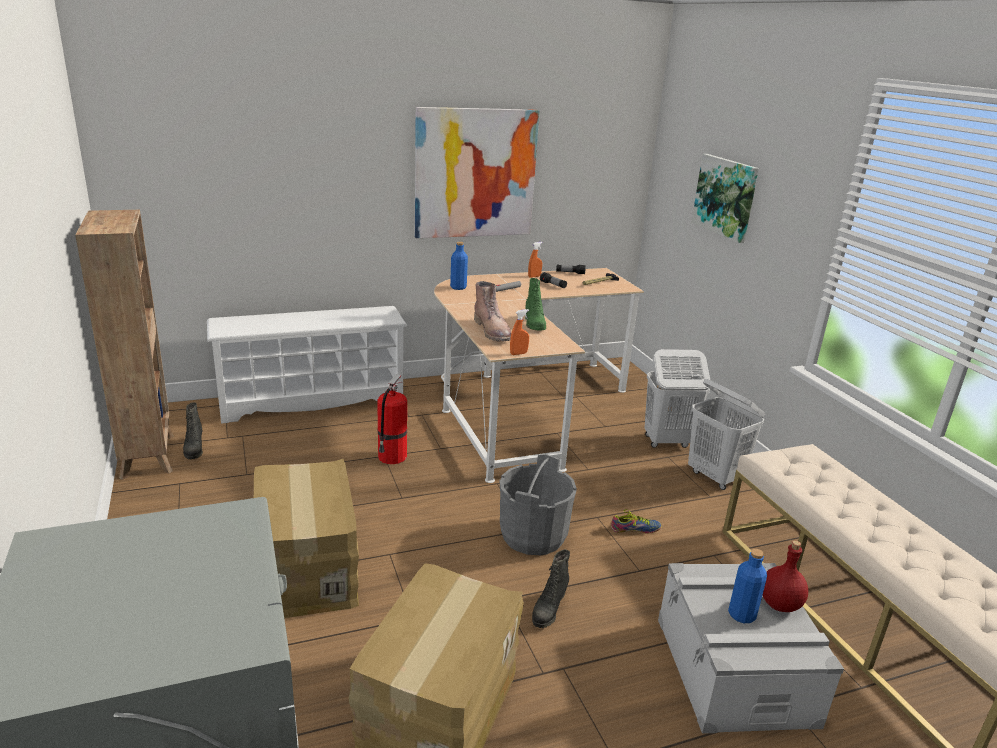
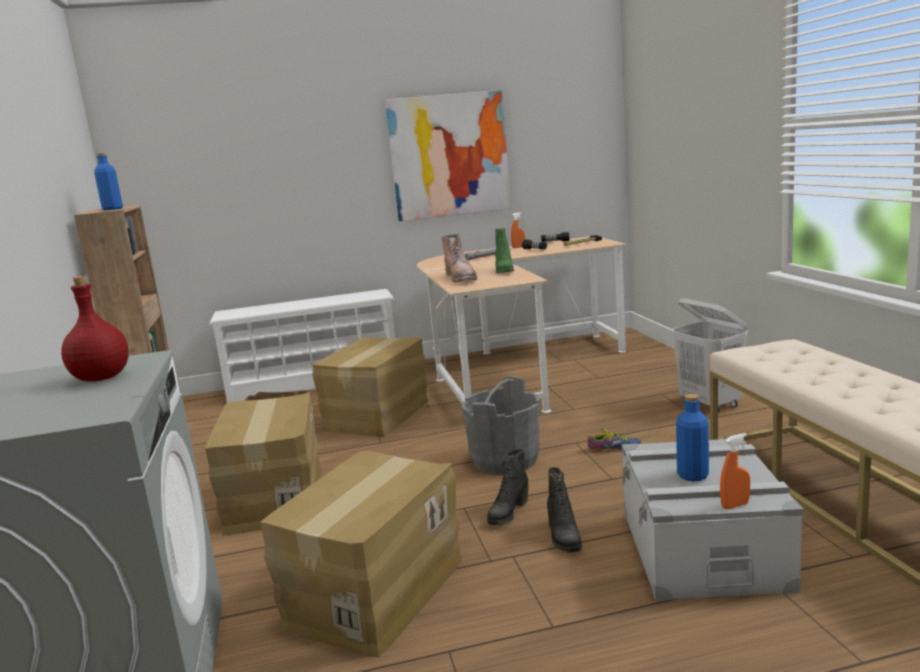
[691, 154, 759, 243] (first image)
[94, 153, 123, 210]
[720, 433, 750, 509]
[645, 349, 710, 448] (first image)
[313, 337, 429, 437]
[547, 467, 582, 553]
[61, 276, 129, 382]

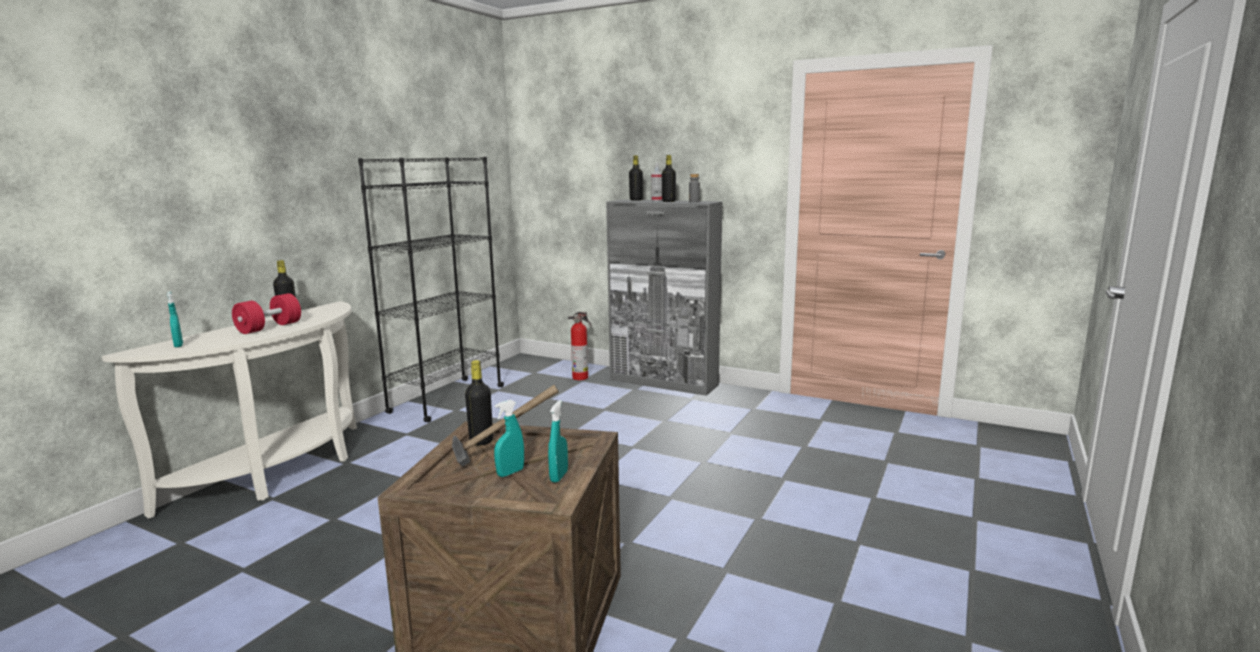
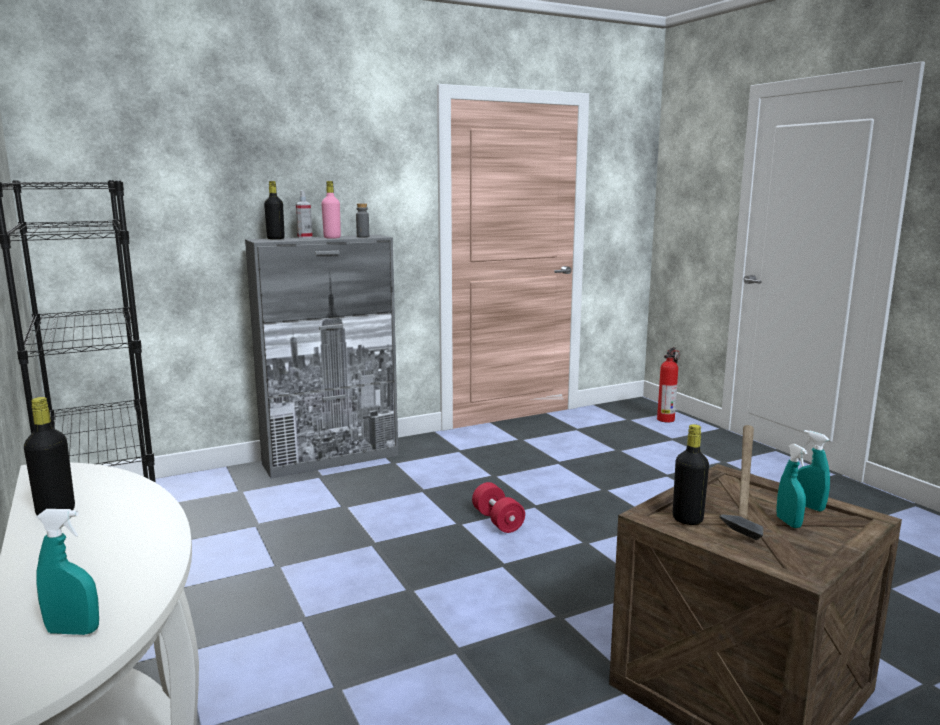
[321, 181, 341, 239]
[472, 482, 525, 533]
[657, 347, 680, 423]

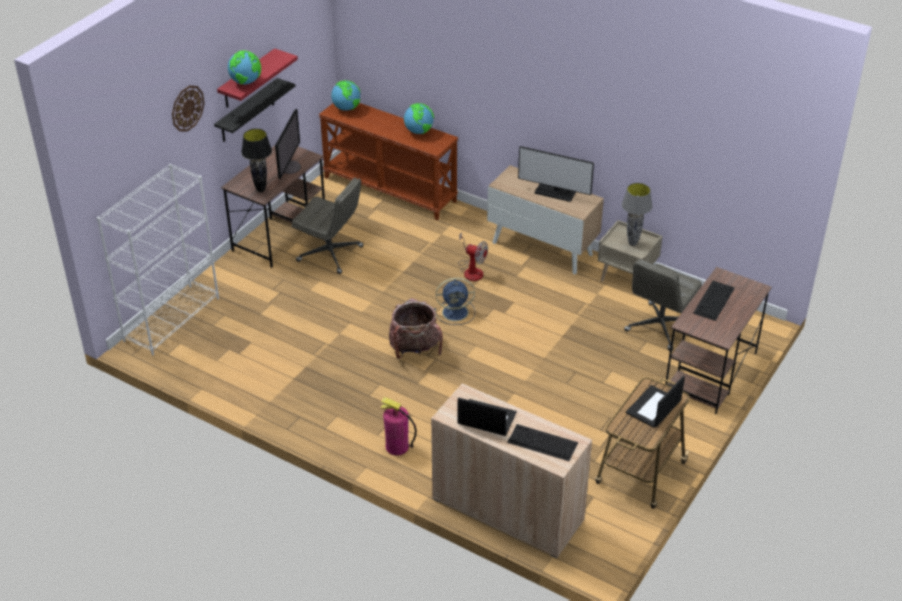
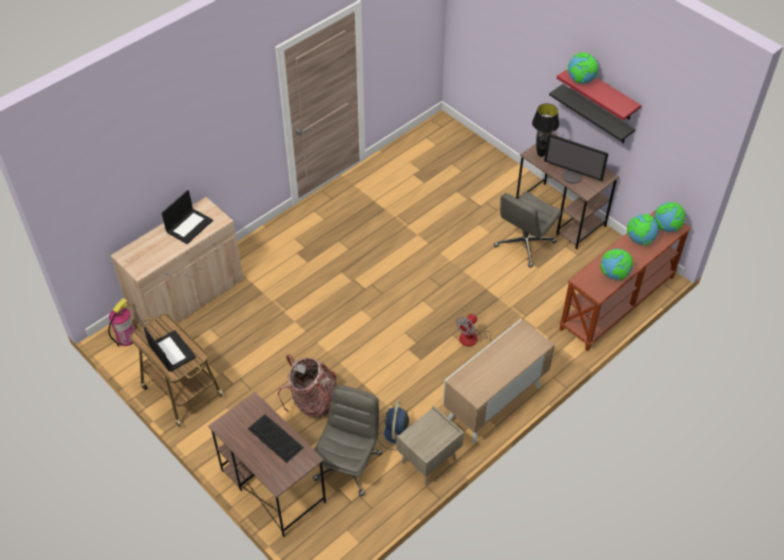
[172, 85, 205, 131] (first image)
[518, 146, 594, 202] (first image)
[97, 164, 219, 356] (first image)
[622, 183, 652, 246] (first image)
[313, 385, 382, 496]
[378, 400, 411, 450]
[278, 354, 337, 417]
[108, 298, 135, 347]
[507, 424, 578, 461] (first image)
[627, 214, 658, 245]

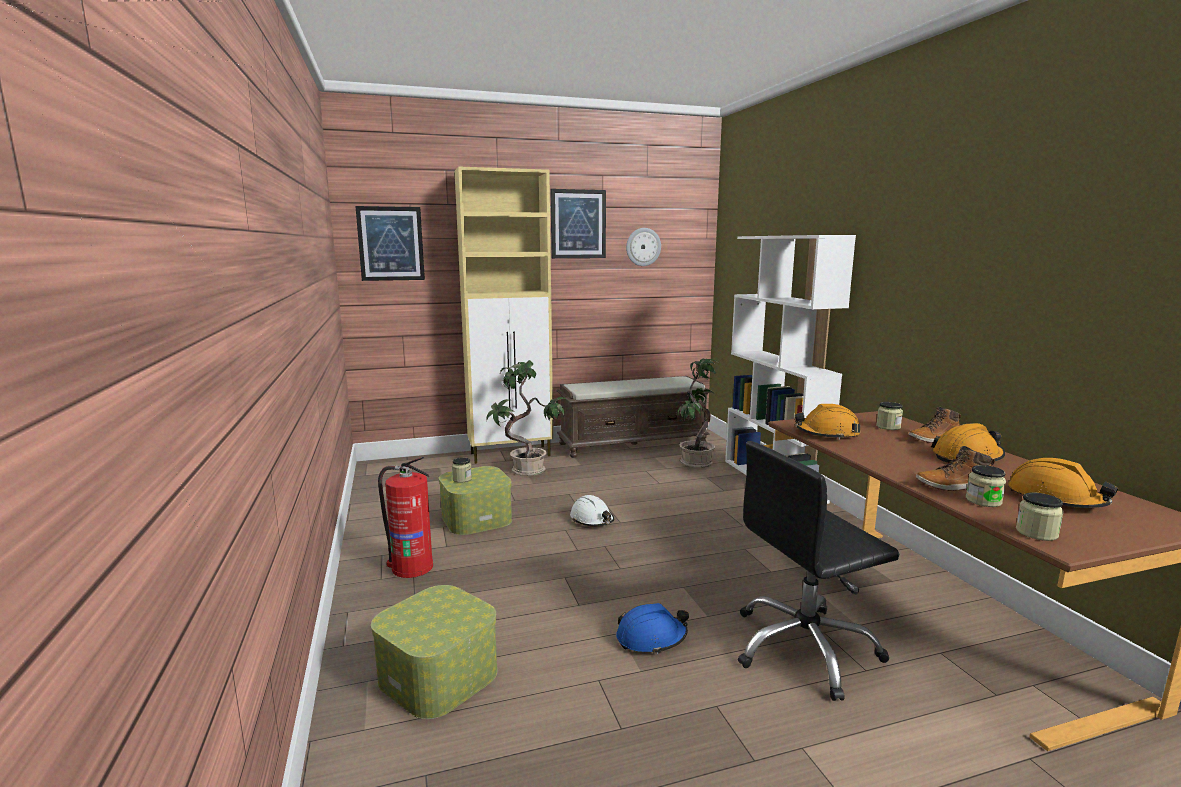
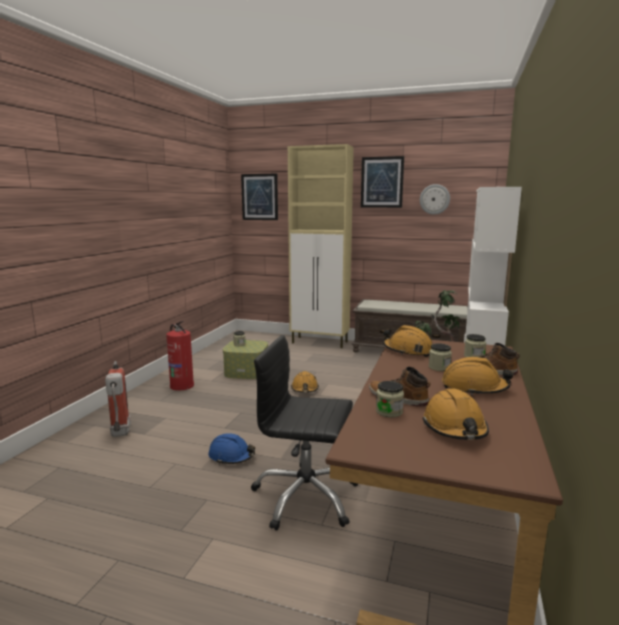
[487, 360, 569, 476] (first image)
[429, 343, 452, 371]
[291, 371, 319, 393]
[105, 361, 131, 437]

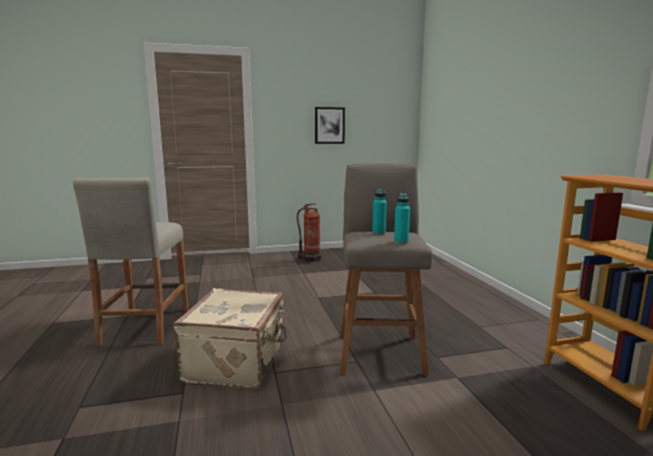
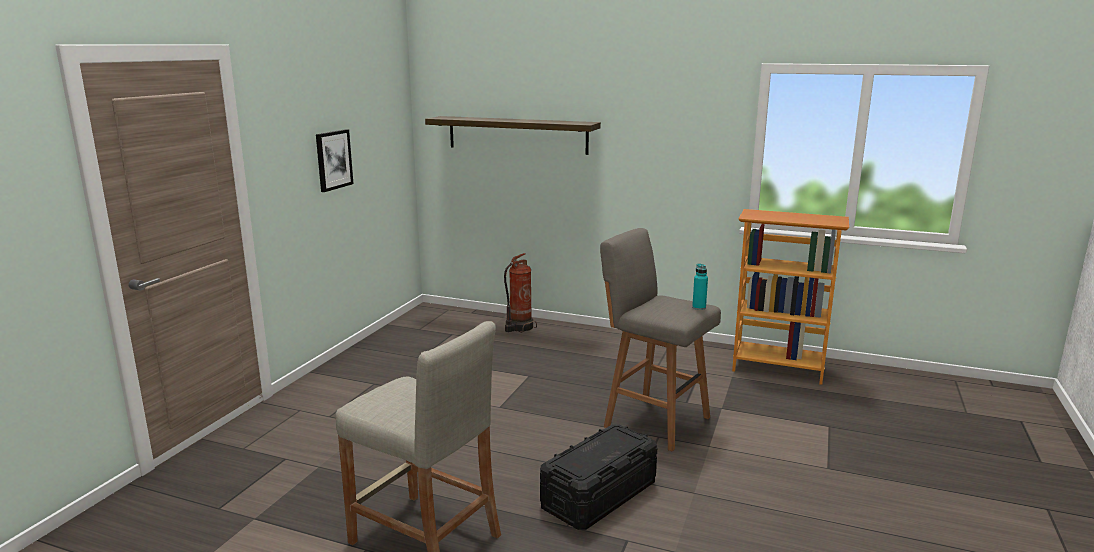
[372, 189, 387, 235] (first image)
[504, 253, 537, 333]
[540, 424, 657, 530]
[425, 116, 601, 155]

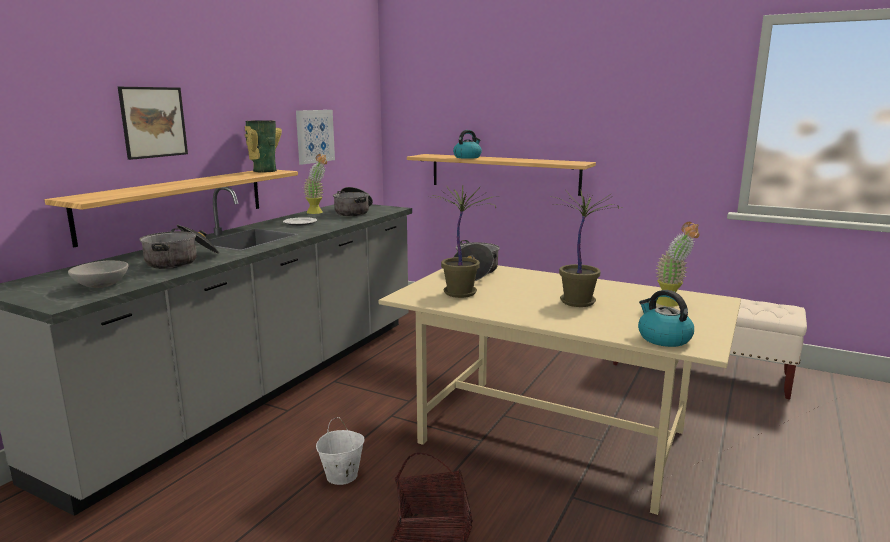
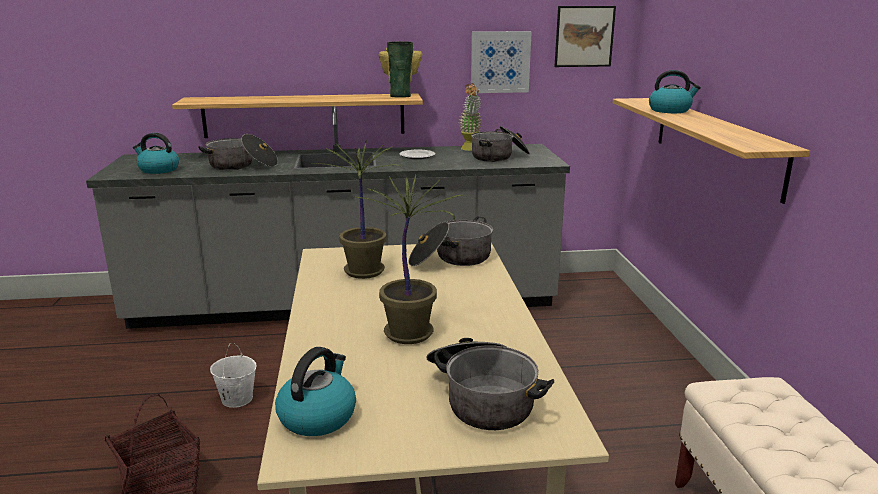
[554, 6, 616, 67]
[426, 338, 554, 430]
[133, 133, 179, 174]

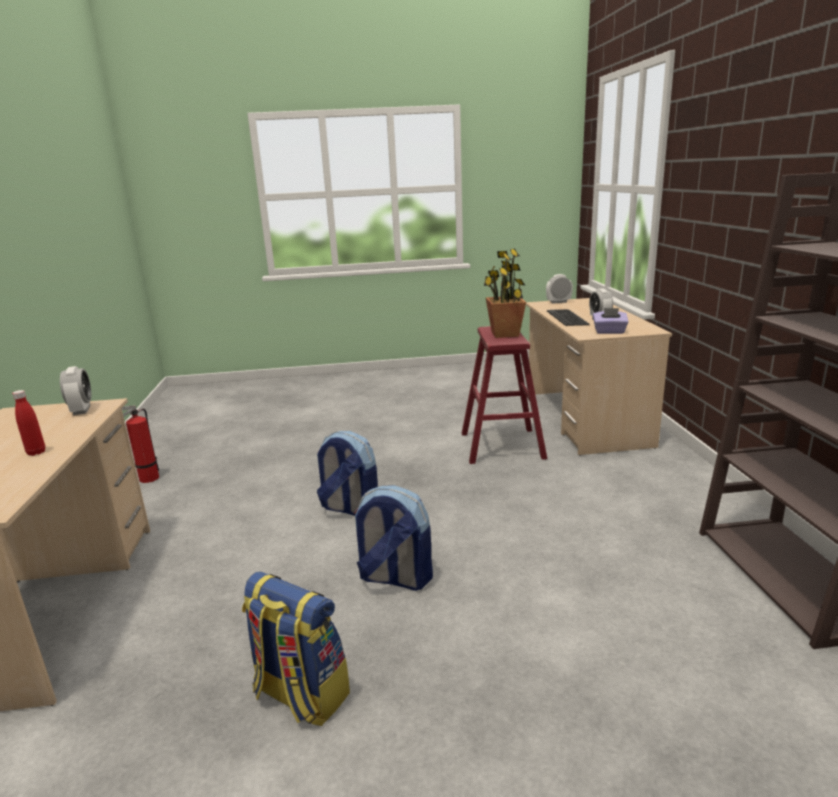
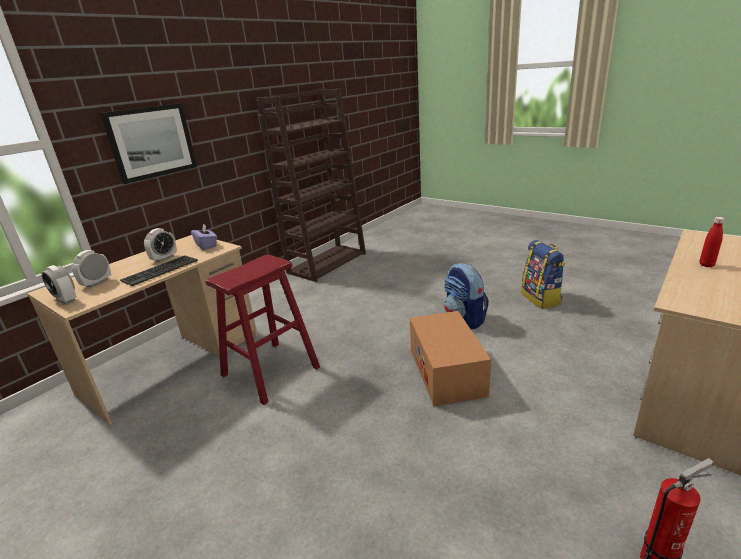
[484, 249, 526, 338] (first image)
[71, 250, 111, 288]
[410, 311, 491, 406]
[100, 103, 197, 184]

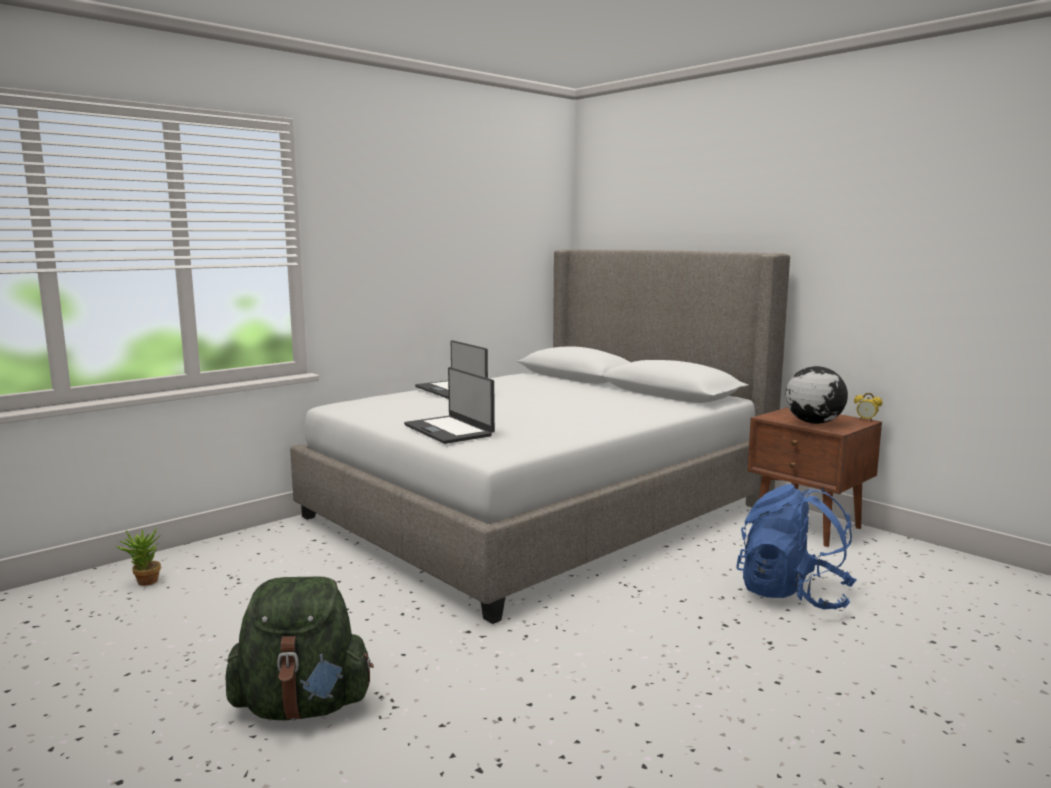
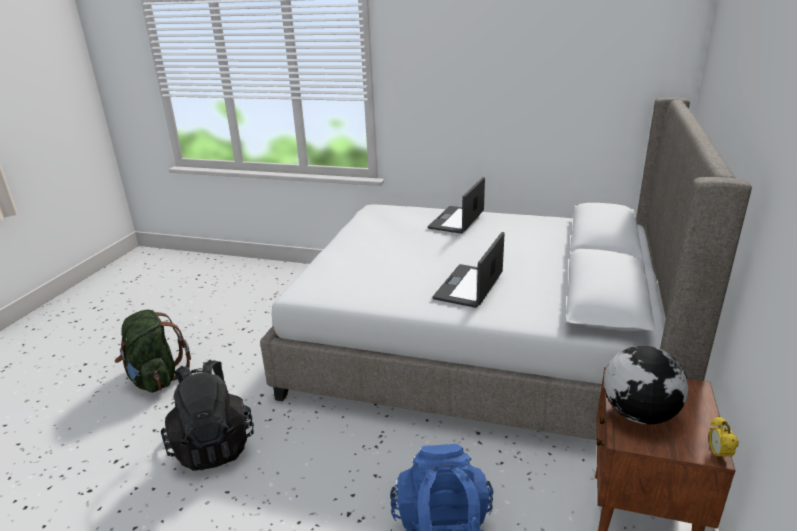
[433, 232, 505, 308]
[115, 528, 161, 586] (first image)
[161, 360, 254, 471]

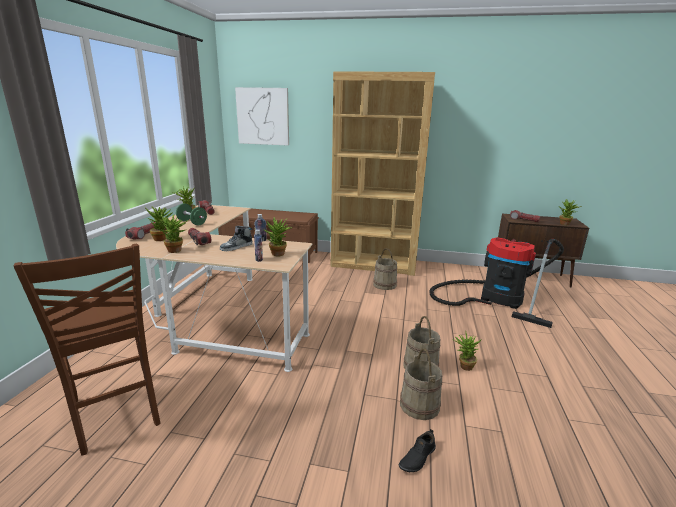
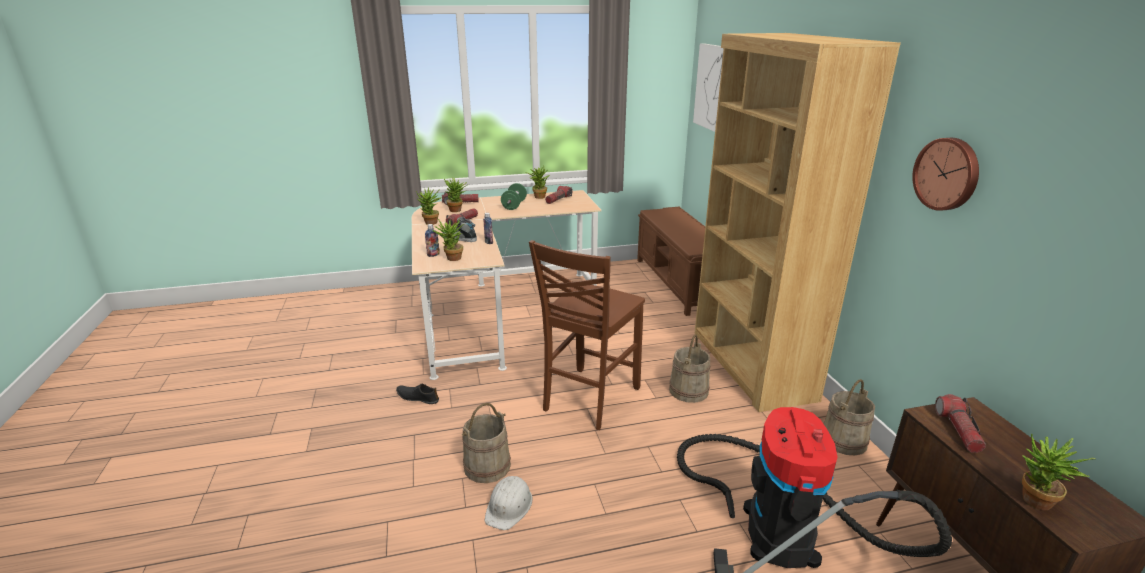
[529, 240, 645, 430]
[485, 476, 533, 530]
[823, 379, 875, 455]
[396, 383, 439, 404]
[912, 138, 979, 211]

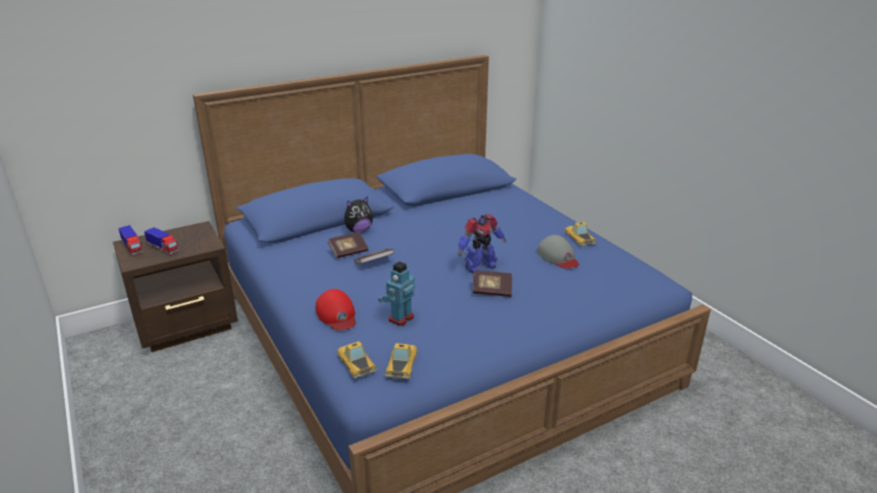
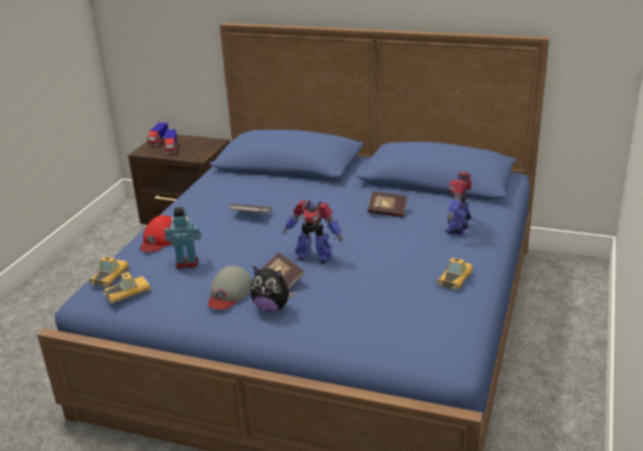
[250, 266, 295, 312]
[368, 191, 407, 217]
[208, 266, 252, 309]
[445, 171, 472, 235]

